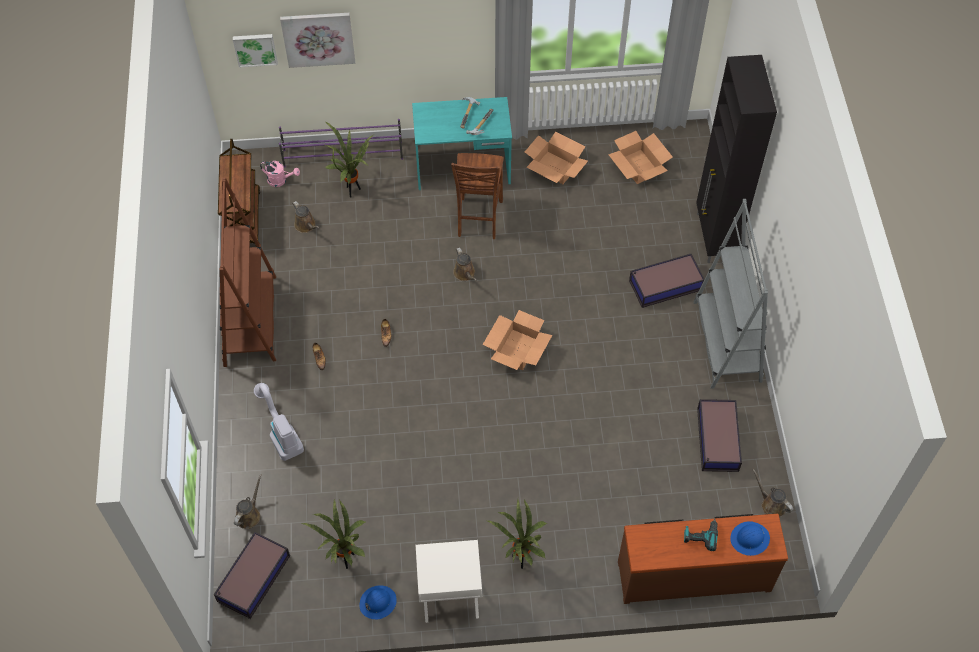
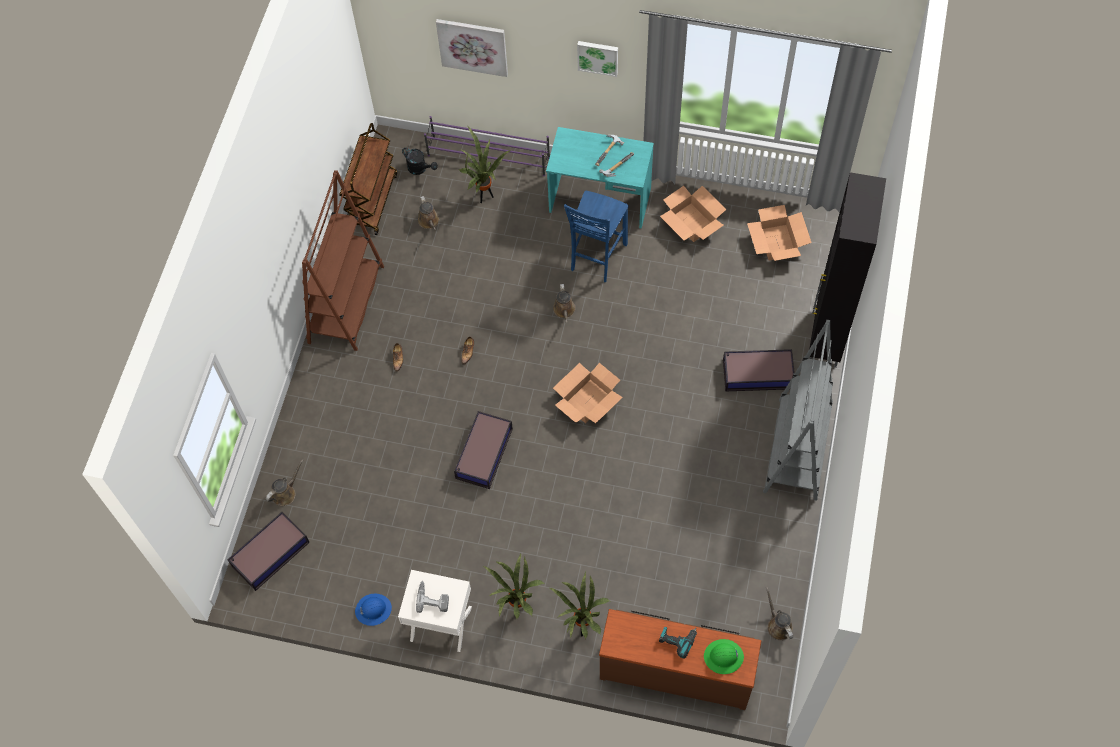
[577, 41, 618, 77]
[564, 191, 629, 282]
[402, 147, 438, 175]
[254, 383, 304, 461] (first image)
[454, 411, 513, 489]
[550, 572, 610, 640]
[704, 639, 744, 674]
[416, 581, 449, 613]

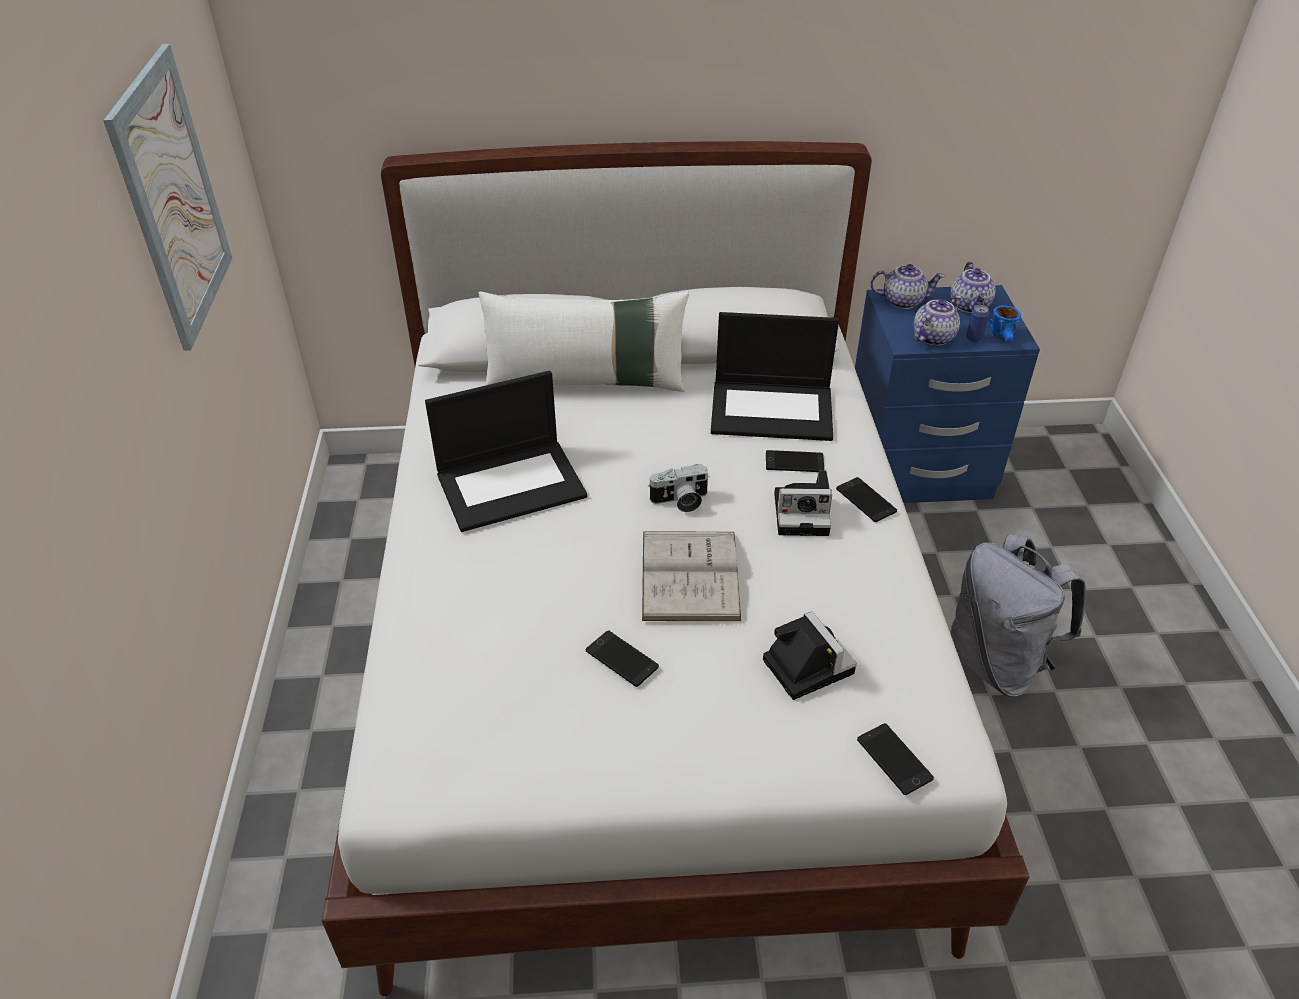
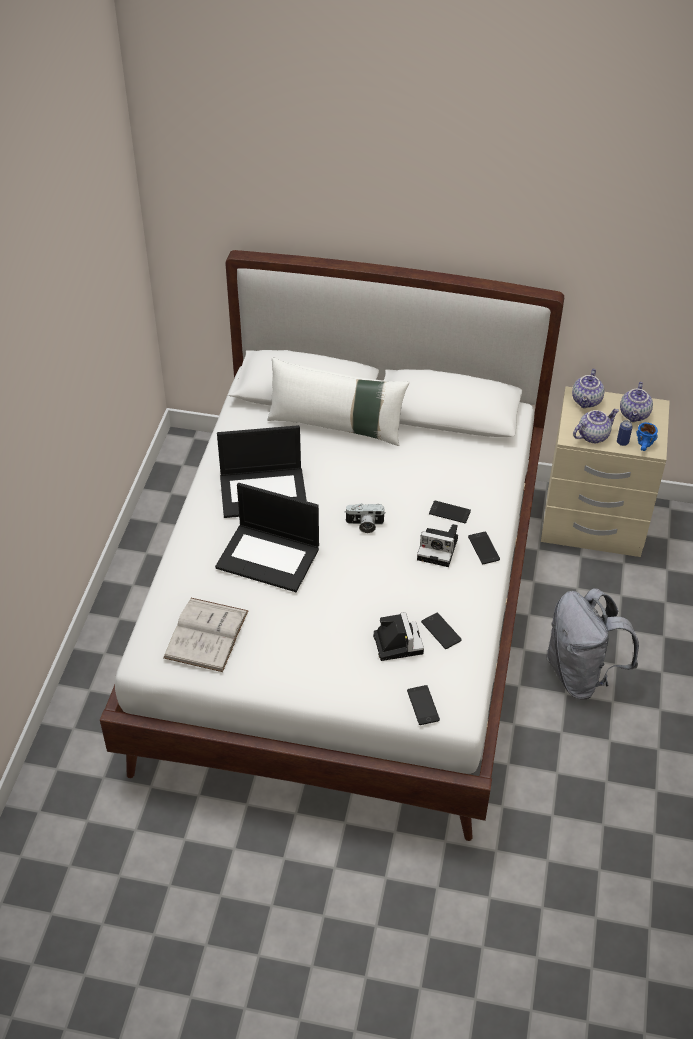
[103, 44, 232, 351] (first image)
[572, 369, 604, 408]
[541, 386, 670, 557]
[215, 483, 319, 592]
[163, 598, 248, 672]
[421, 613, 462, 649]

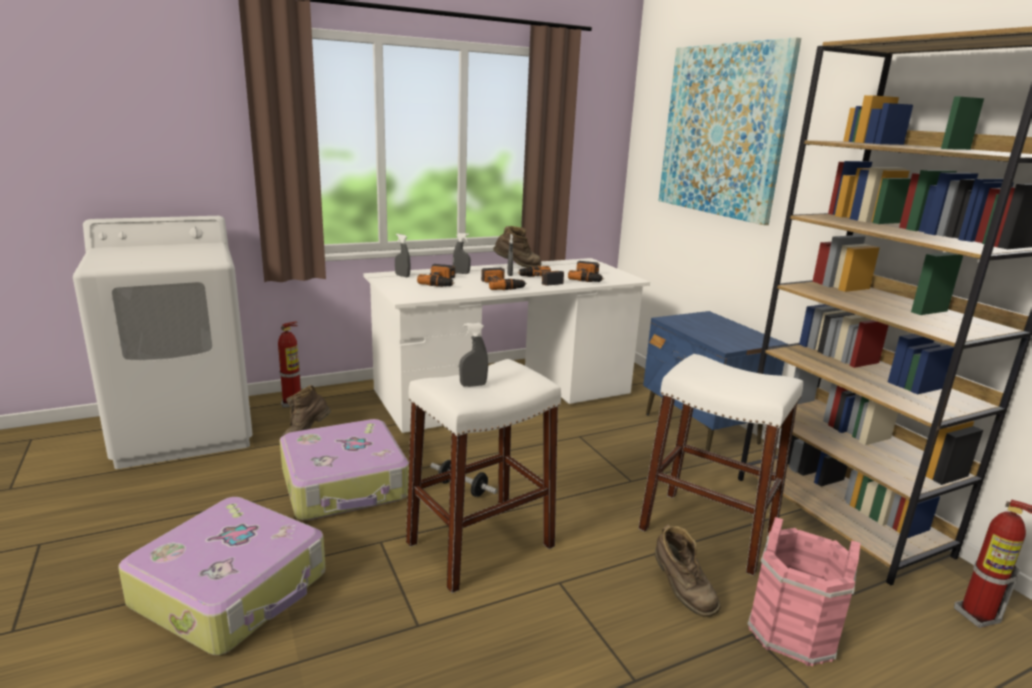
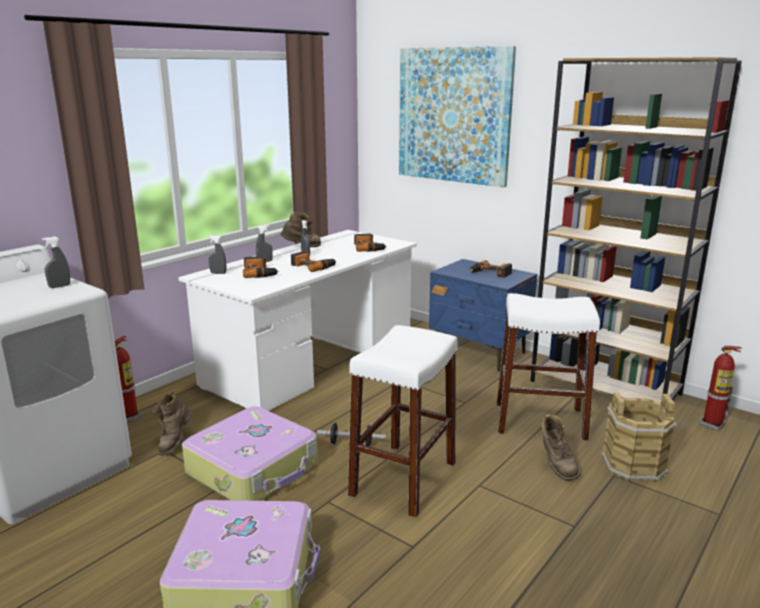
[470, 260, 512, 278]
[42, 236, 70, 288]
[601, 392, 676, 482]
[542, 414, 580, 481]

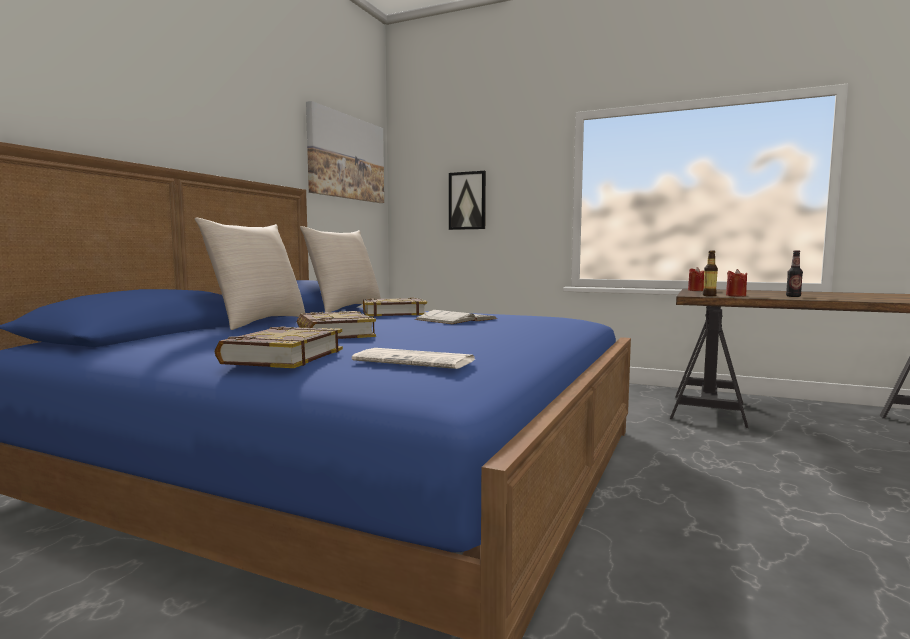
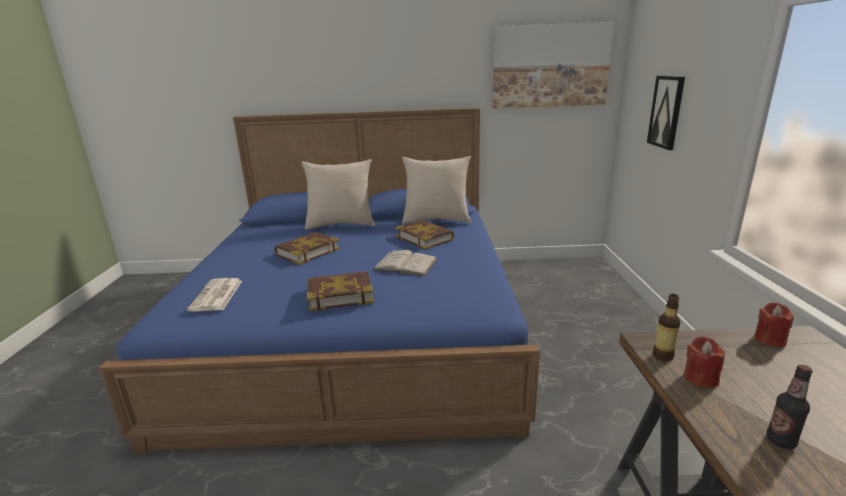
[307, 271, 374, 311]

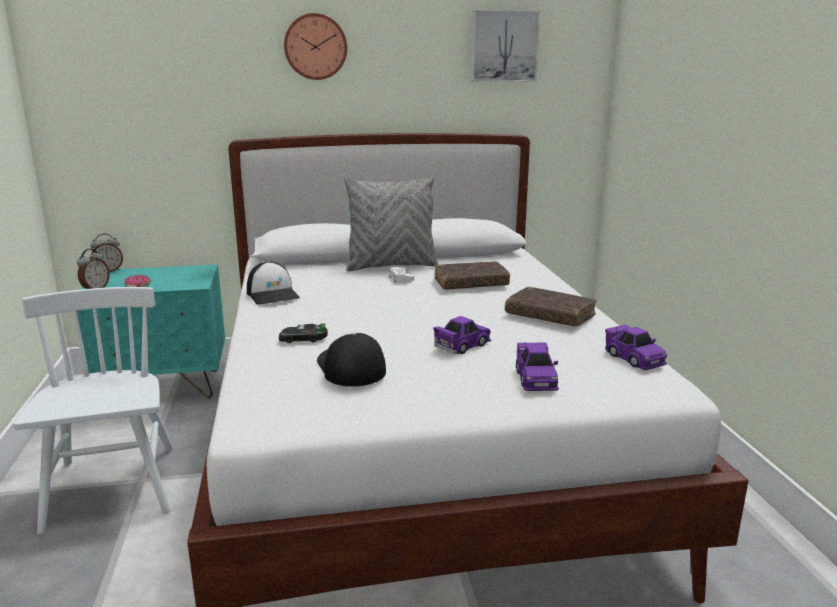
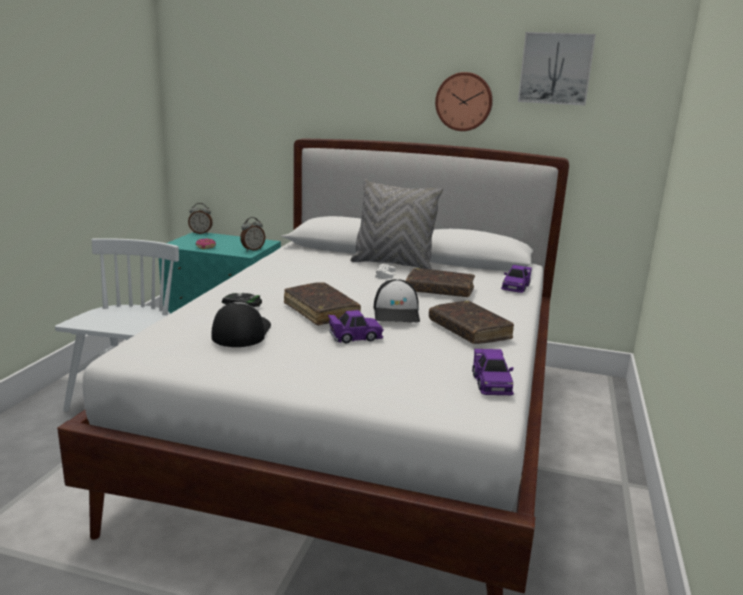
[435, 72, 493, 131]
[240, 217, 265, 251]
[374, 279, 420, 322]
[501, 265, 532, 293]
[284, 282, 361, 326]

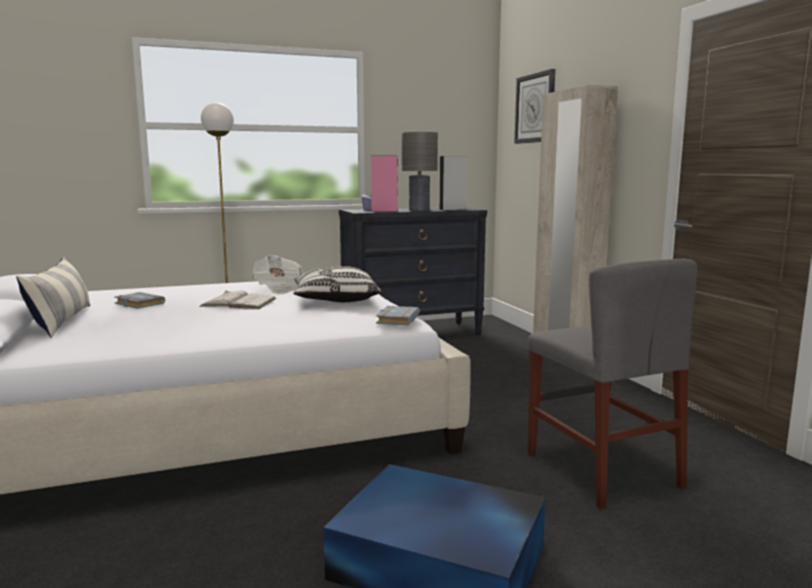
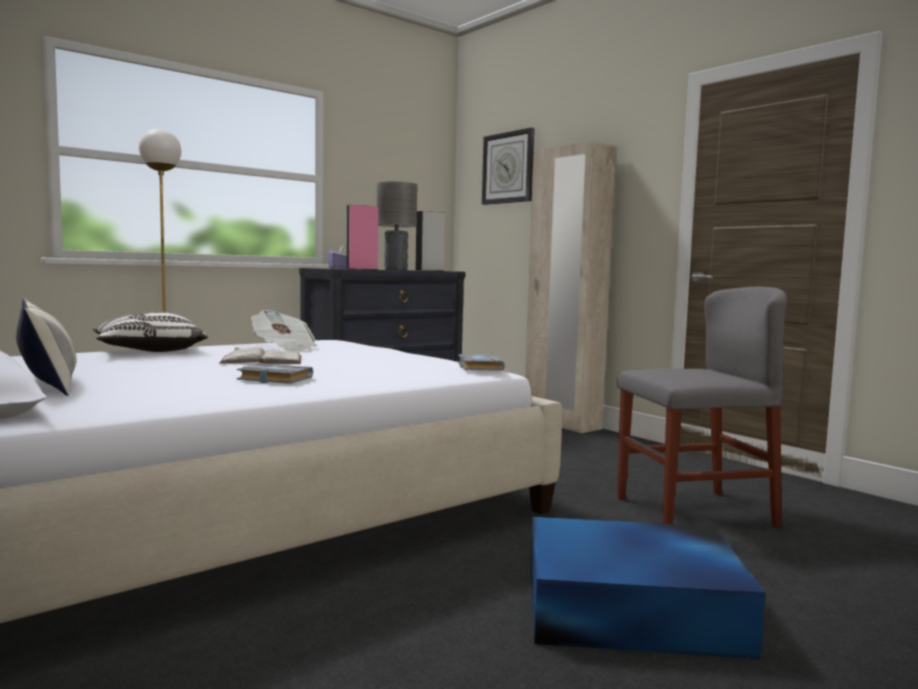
[617, 287, 787, 528]
[93, 312, 208, 352]
[237, 363, 313, 384]

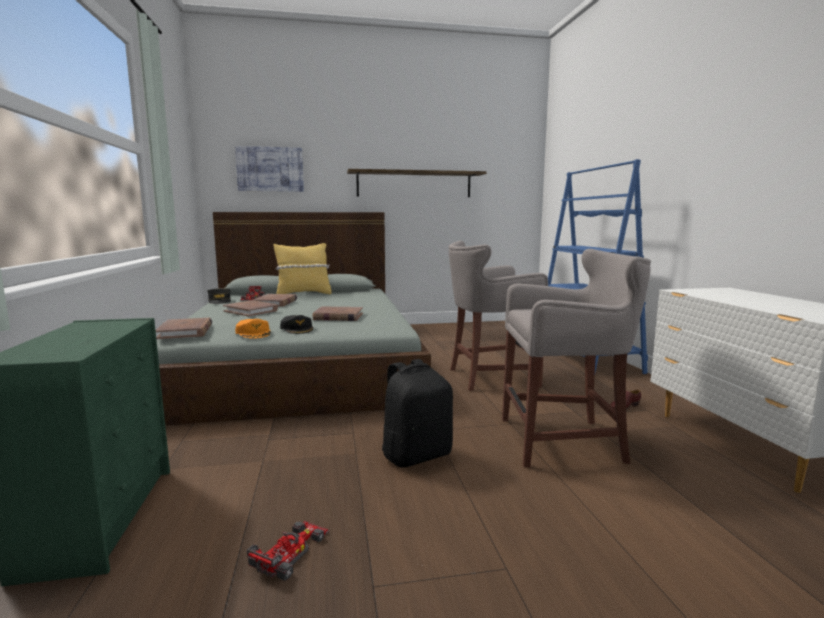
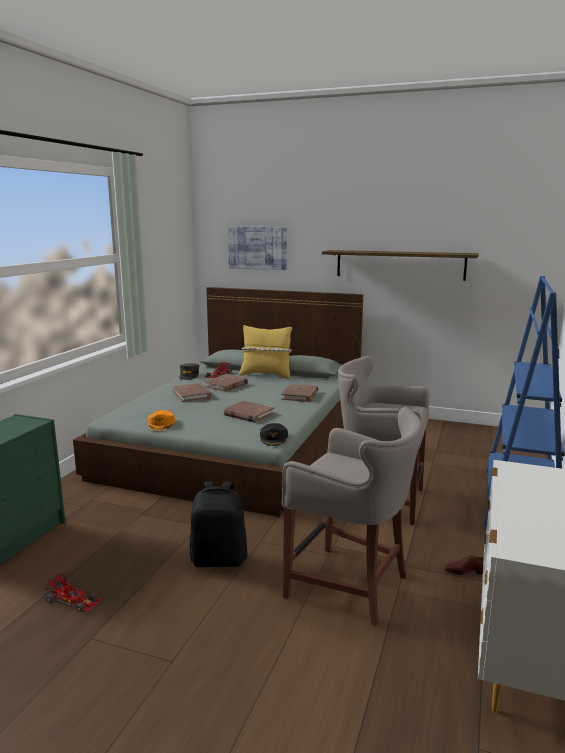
[260, 423, 288, 446]
[281, 384, 319, 402]
[45, 573, 102, 614]

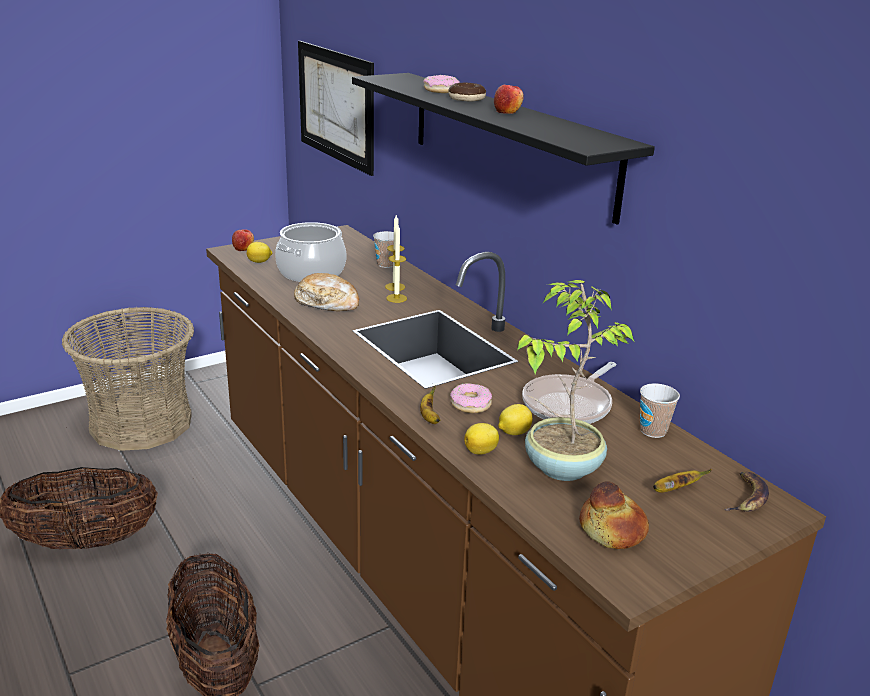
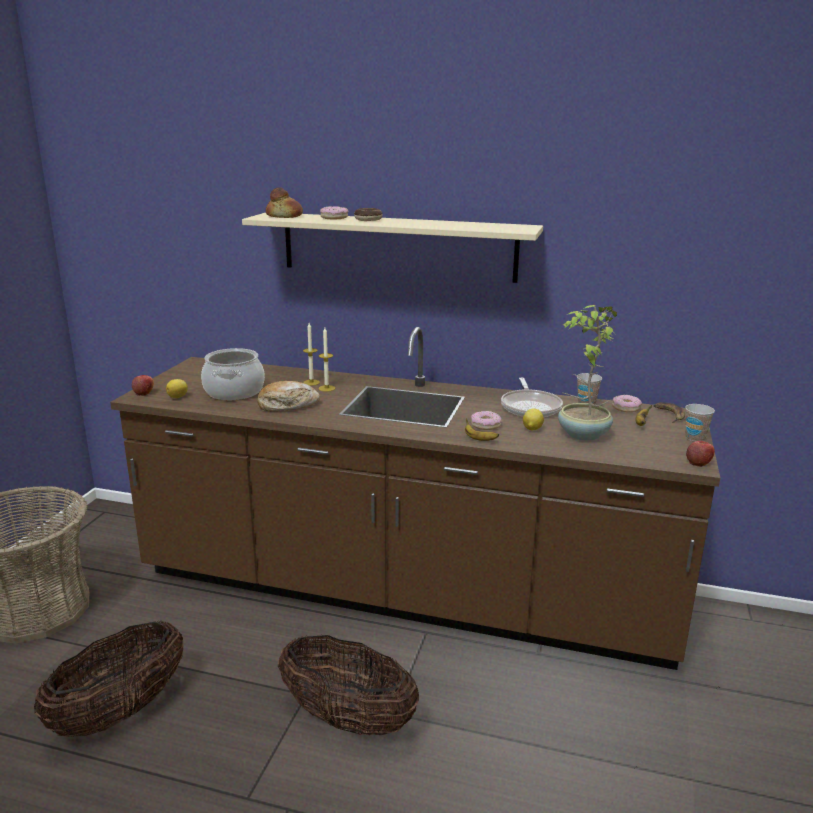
[298, 41, 374, 176] (first image)
[242, 213, 543, 283]
[686, 441, 715, 467]
[685, 404, 715, 442]
[464, 423, 499, 455] (first image)
[266, 187, 303, 218]
[612, 395, 642, 412]

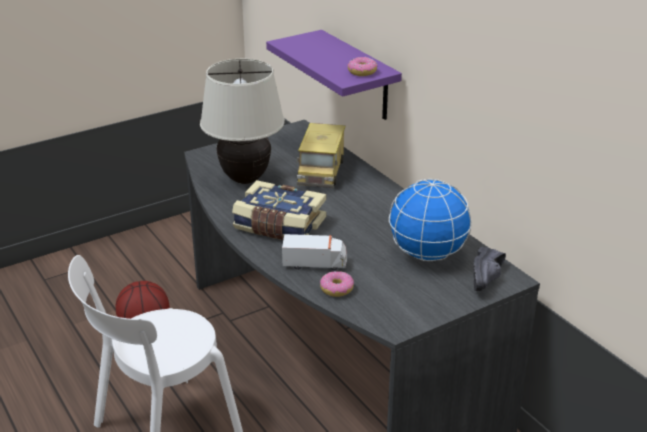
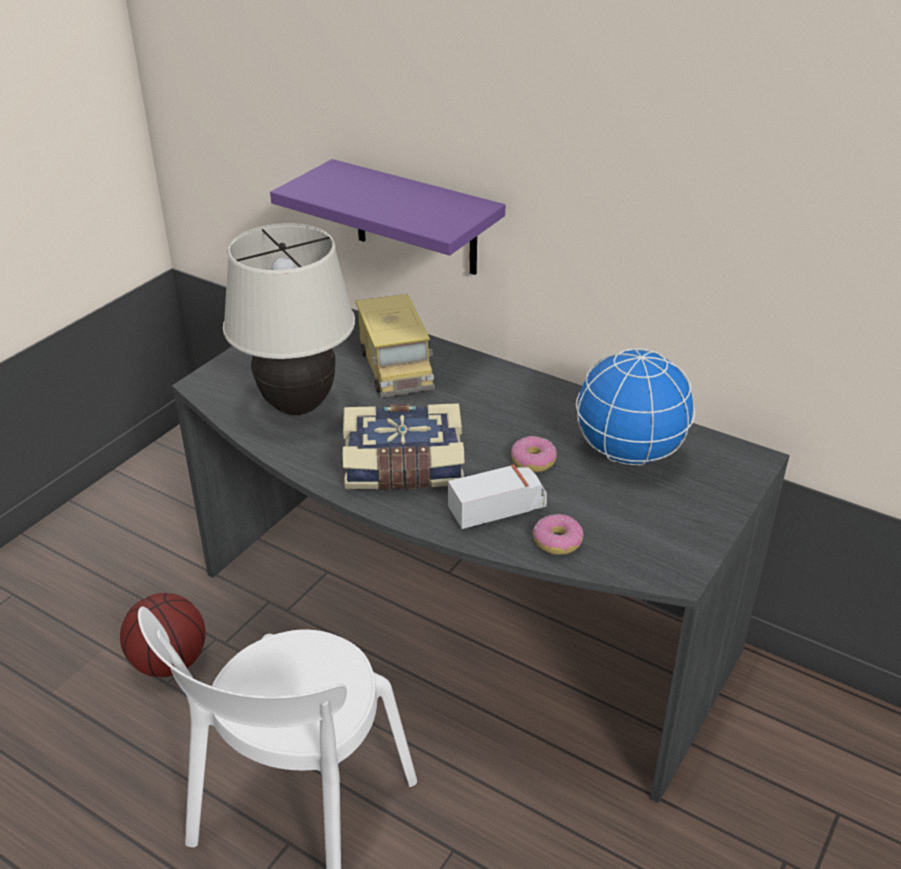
[511, 436, 557, 472]
[473, 247, 506, 291] (first image)

